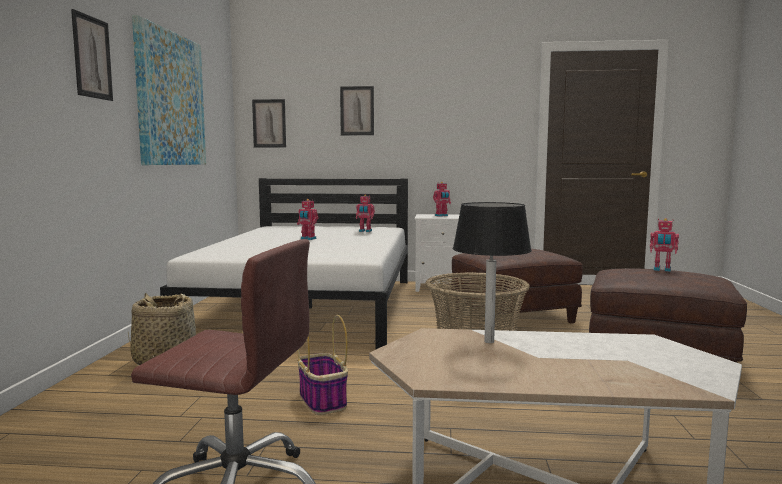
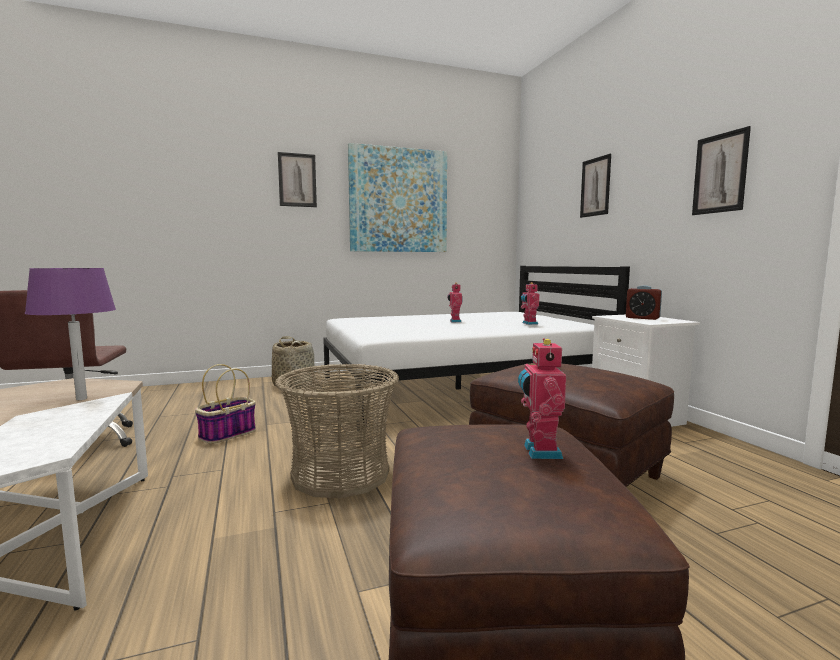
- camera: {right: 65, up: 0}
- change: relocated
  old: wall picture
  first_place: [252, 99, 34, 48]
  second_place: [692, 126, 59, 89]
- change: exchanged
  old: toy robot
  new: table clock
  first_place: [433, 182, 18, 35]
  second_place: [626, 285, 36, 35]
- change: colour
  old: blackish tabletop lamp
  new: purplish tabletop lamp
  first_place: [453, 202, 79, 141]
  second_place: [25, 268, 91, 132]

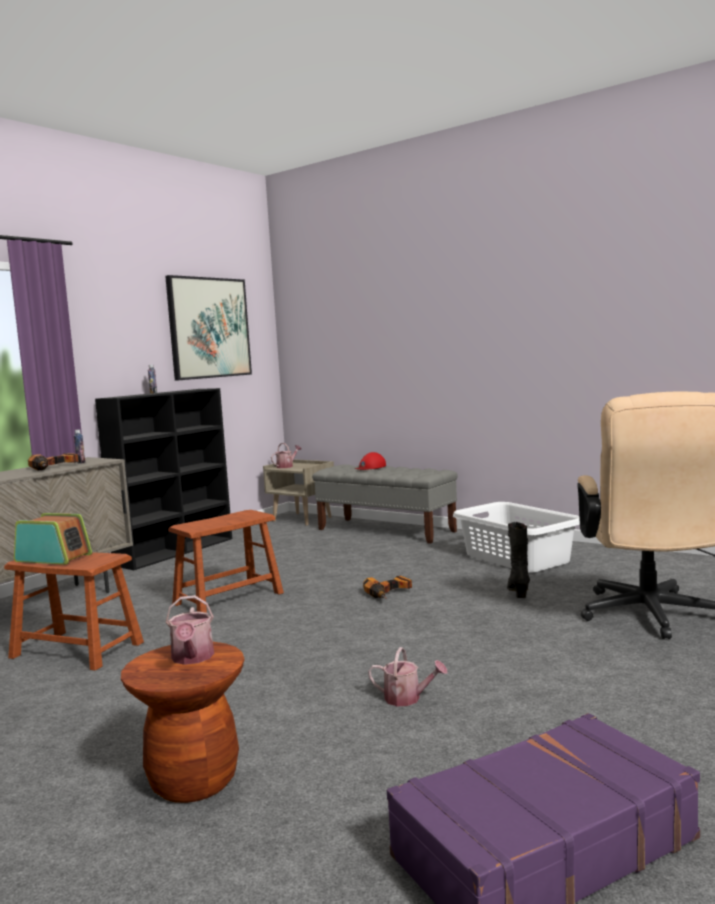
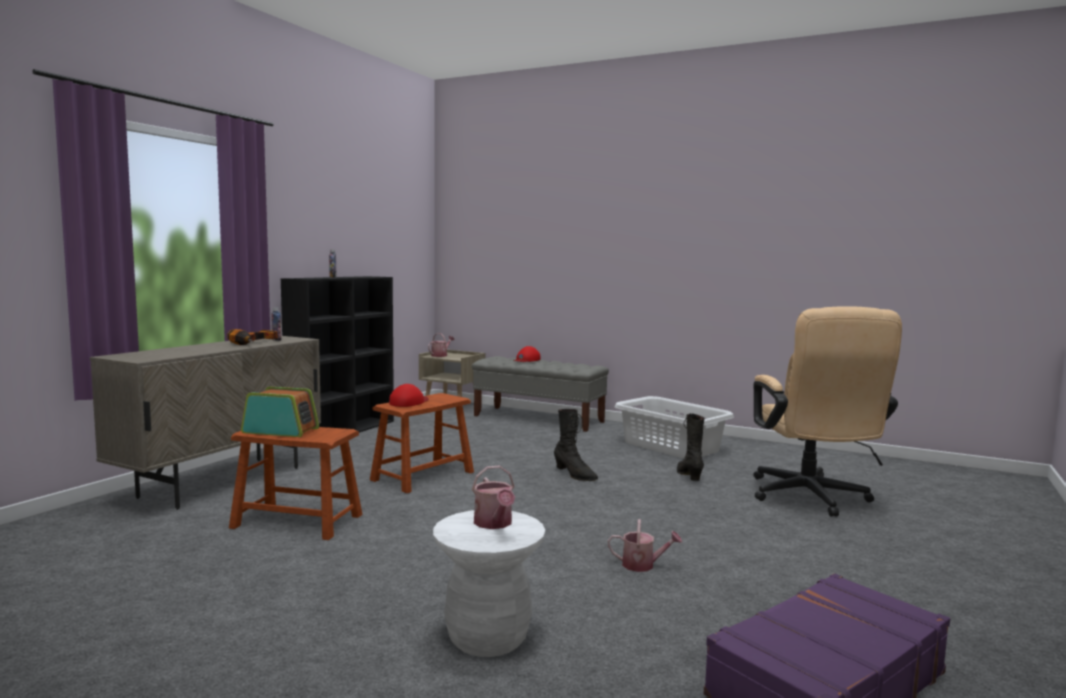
- camera: {right: -10, up: 0}
- change: missing
  old: wall picture
  first_place: [165, 275, 87, 106]
- change: appeared
  new: reddish cap
  second_place: [389, 384, 40, 23]
- change: exchanged
  old: drill
  new: blackish boot
  first_place: [363, 576, 49, 23]
  second_place: [554, 409, 44, 72]
- change: colour
  old: brown sitting stool
  new: white-coloured sitting stool
  first_place: [121, 642, 123, 161]
  second_place: [433, 510, 112, 147]

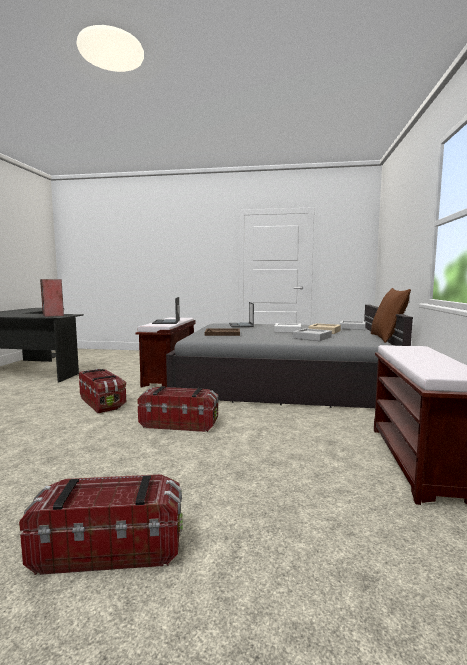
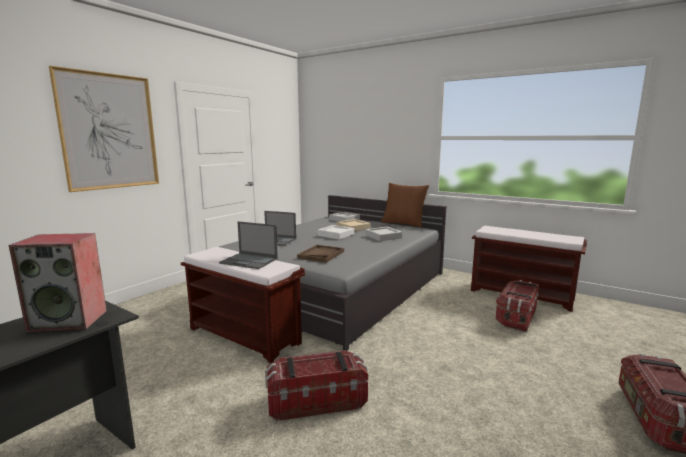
- camera: {right: -65, up: 5}
- change: appeared
  new: wall picture
  second_place: [49, 66, 110, 126]
- change: relocated
  old: storage bin
  first_place: [137, 386, 81, 46]
  second_place: [496, 280, 43, 52]

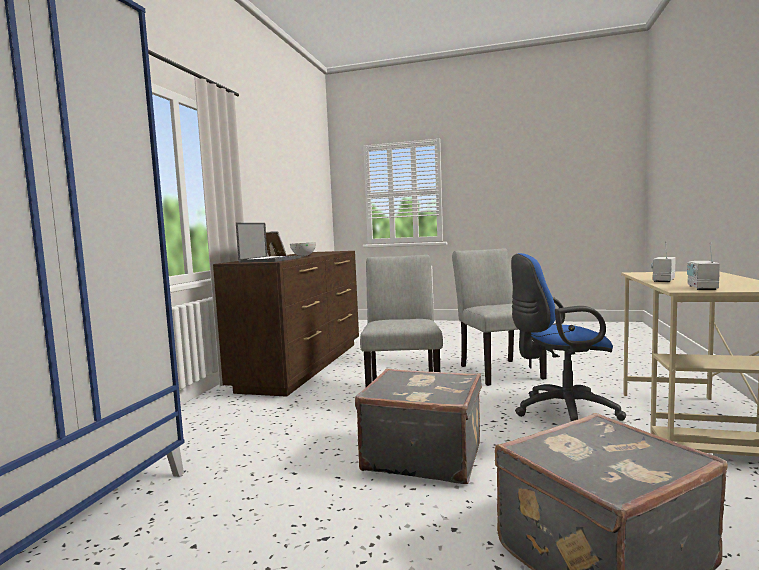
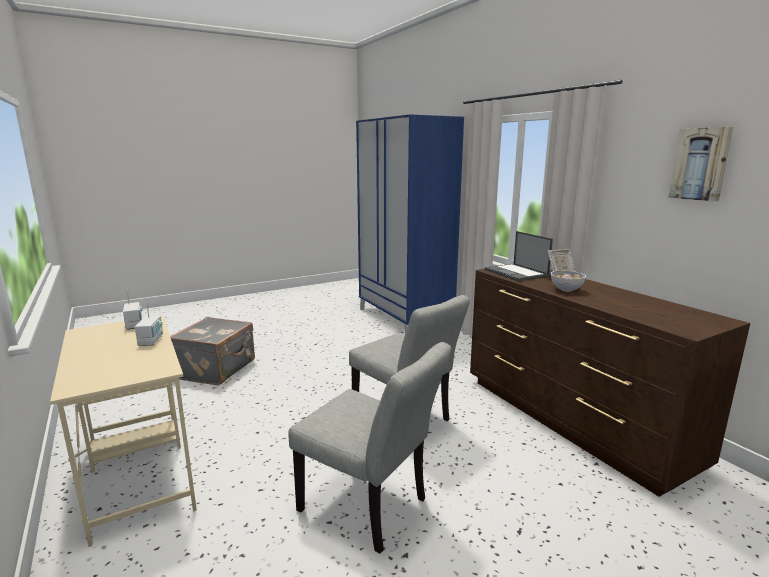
- camera: {right: 135, up: 10}
- change: missing
  old: greyish travel case
  first_place: [355, 368, 127, 116]
- change: missing
  old: blue computer chair
  first_place: [511, 253, 115, 168]
- change: appeared
  new: wall picture
  second_place: [668, 127, 65, 75]

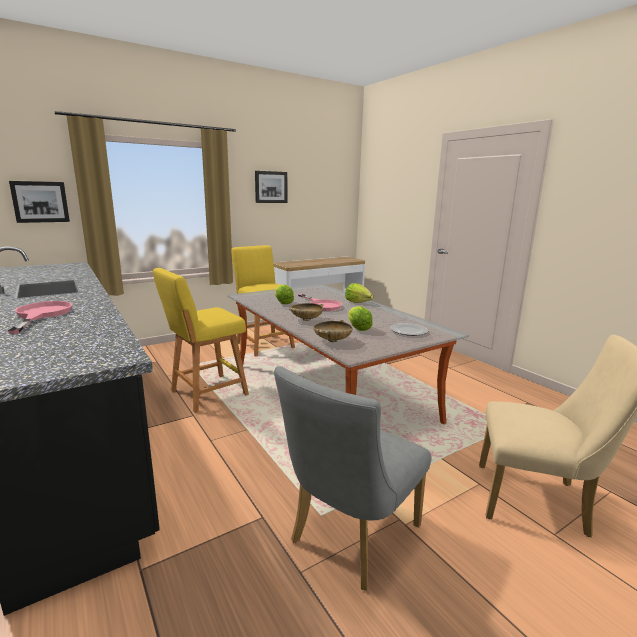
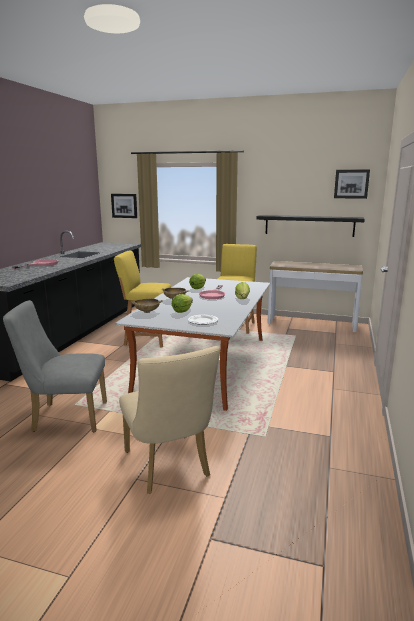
- camera: {right: 50, up: 0}
- change: appeared
  new: blackish wall shelf
  second_place: [256, 215, 109, 22]
- change: relocated
  old: wall picture
  first_place: [255, 171, 32, 32]
  second_place: [334, 170, 36, 29]

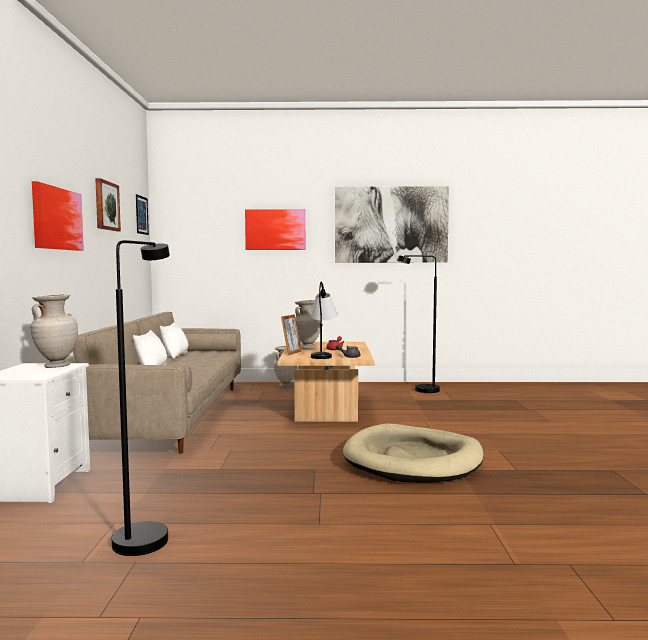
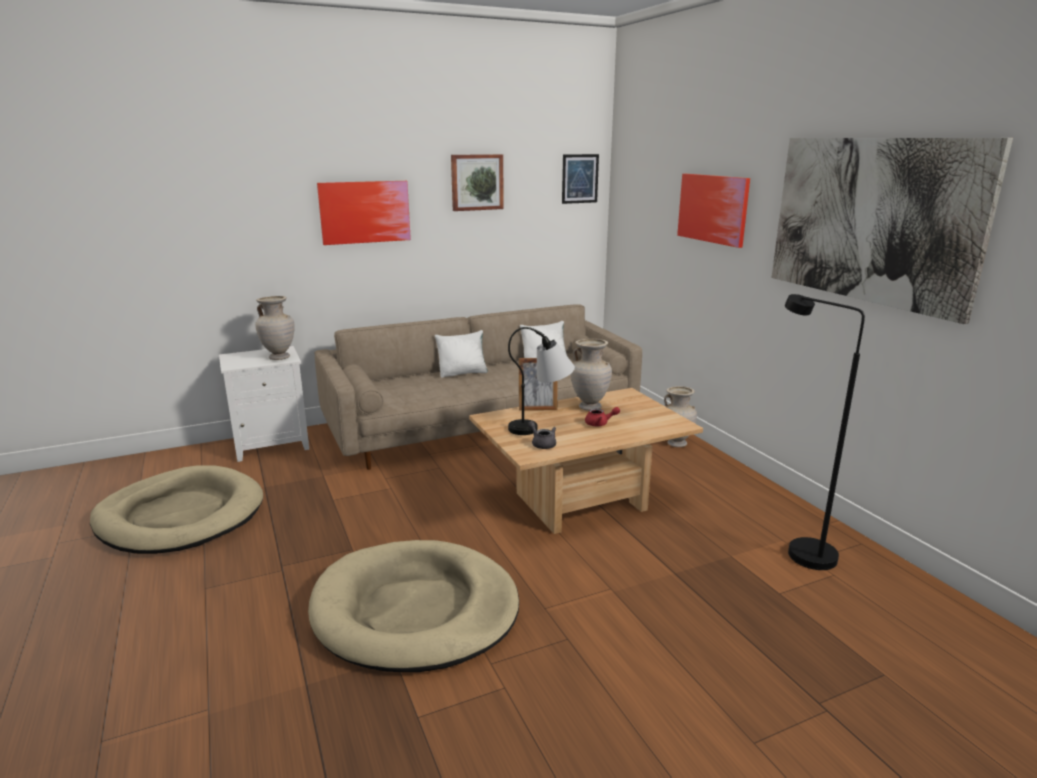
- camera: {right: 65, up: 15}
- change: exchanged
  old: blackish floor lamp
  new: sand-coloured pet bed
  first_place: [111, 240, 59, 316]
  second_place: [90, 465, 173, 89]

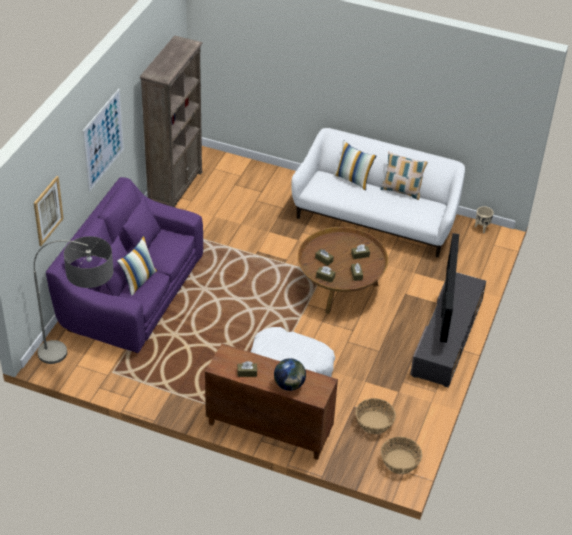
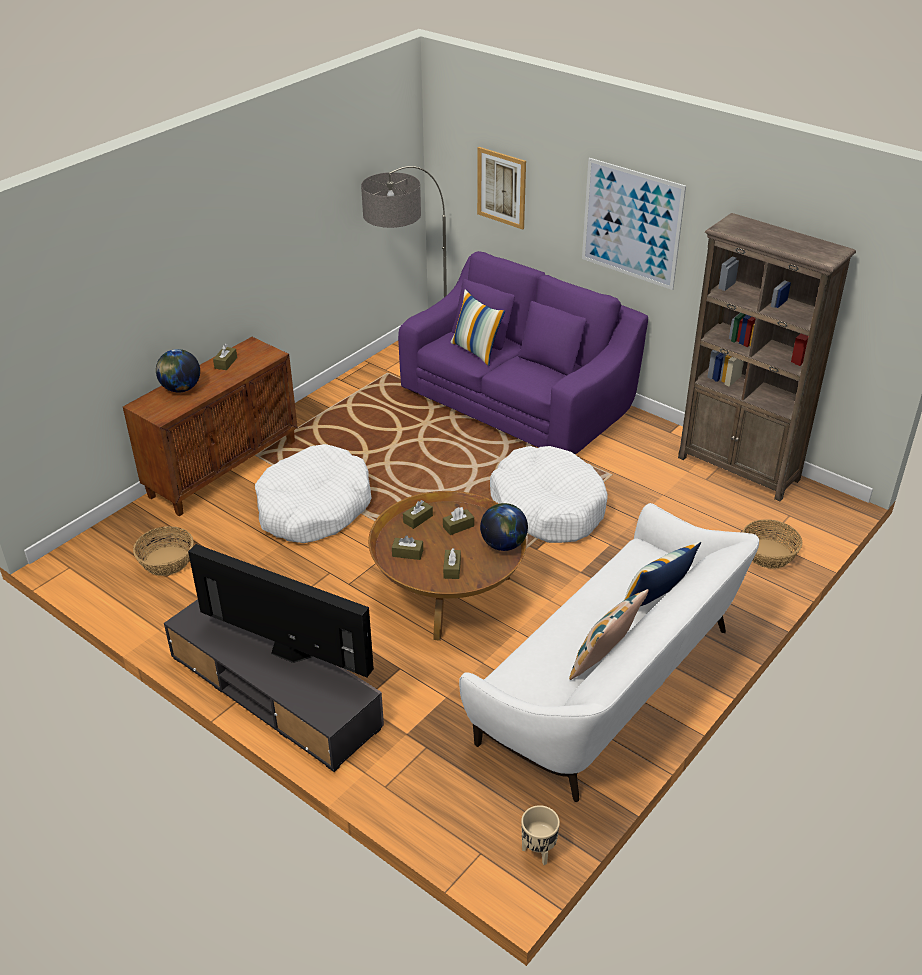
- camera: {right: 110, up: -5}
- change: appeared
  new: globe
  second_place: [480, 503, 48, 48]
- change: appeared
  new: white-coloured pet bed
  second_place: [490, 446, 118, 97]
- change: relocated
  old: storage basket
  first_place: [381, 437, 41, 37]
  second_place: [742, 519, 60, 50]

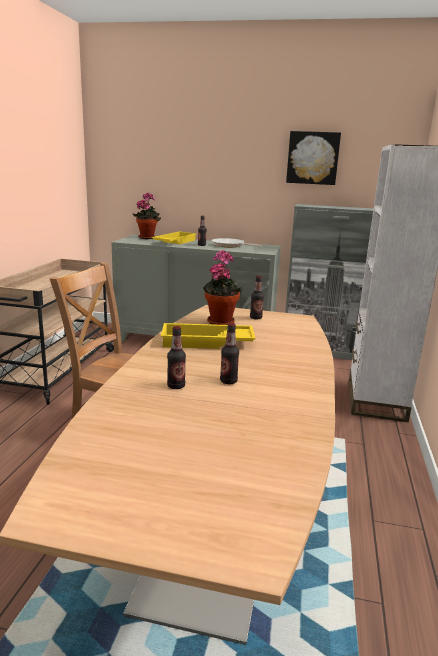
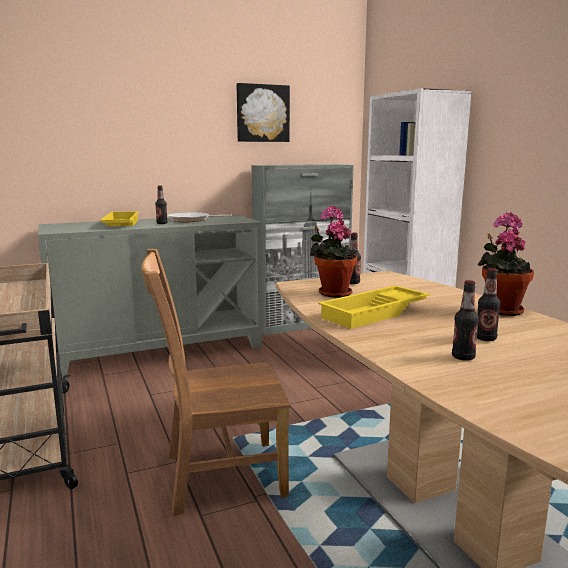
- camera: {right: -35, up: -5}
- change: relocated
  old: houseplant
  first_place: [133, 192, 28, 47]
  second_place: [478, 212, 56, 104]

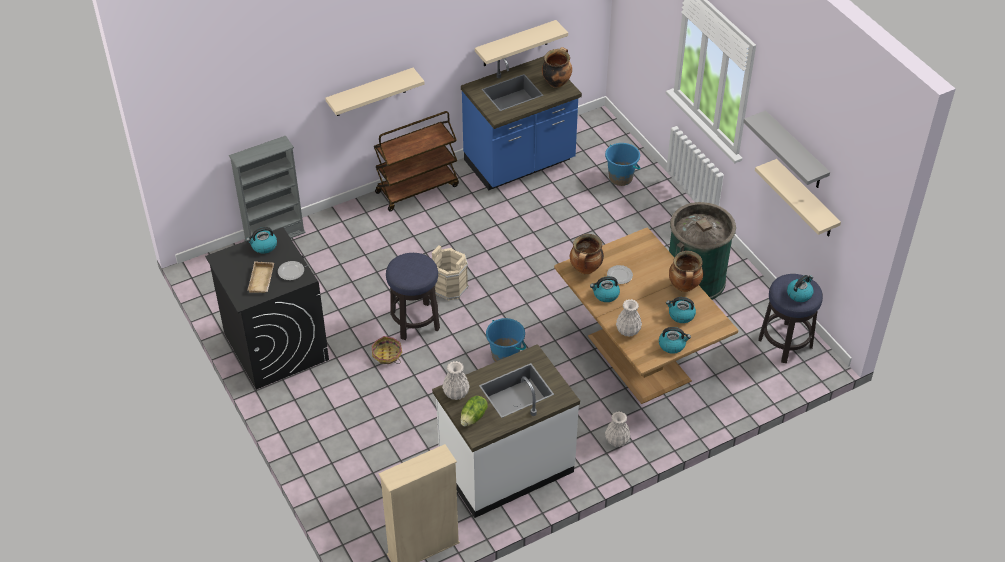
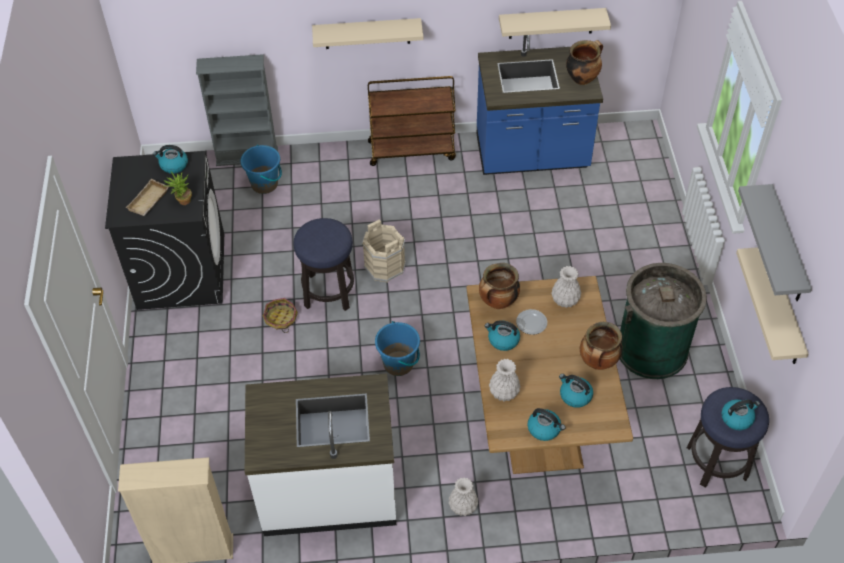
- camera: {right: 25, up: 5}
- change: missing
  old: lettuce head
  first_place: [461, 396, 27, 30]
- change: relocated
  old: white-coloured vase
  first_place: [442, 361, 28, 39]
  second_place: [552, 266, 29, 42]
- change: relocated
  old: blue bucket
  first_place: [605, 143, 35, 43]
  second_place: [240, 144, 42, 50]
- change: exchanged
  old: dinner plate
  new: houseplant
  first_place: [278, 261, 26, 19]
  second_place: [164, 171, 28, 34]

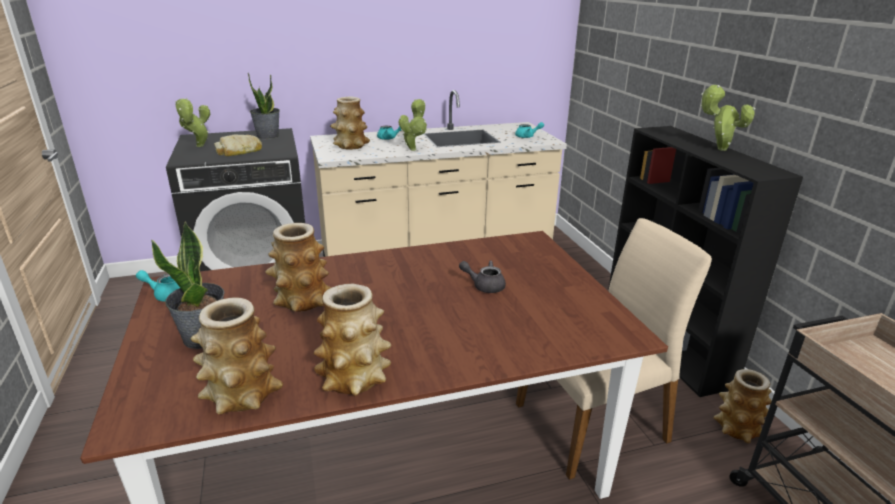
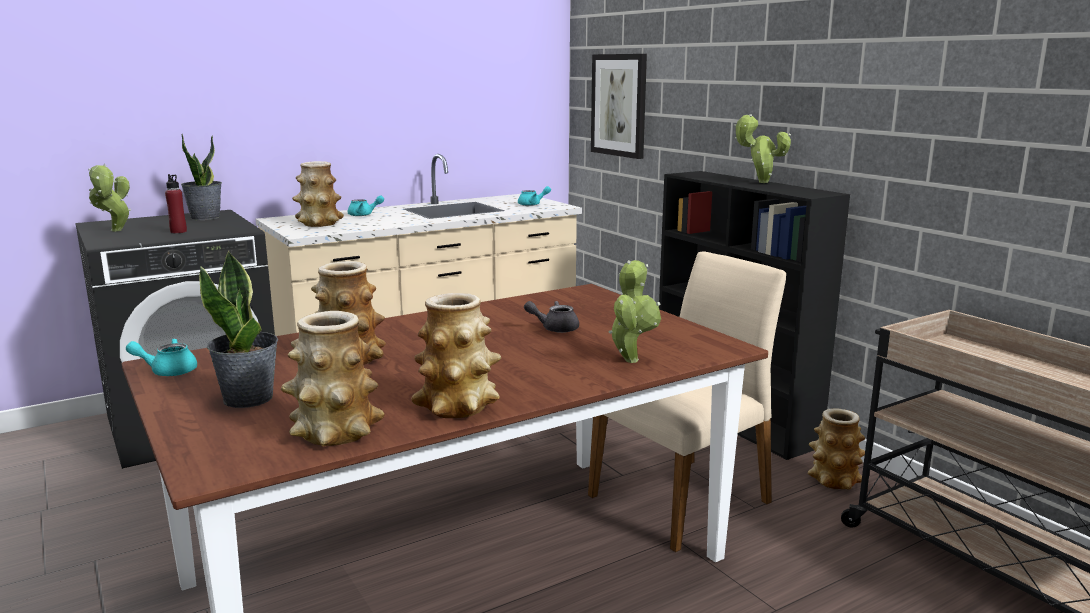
- camera: {right: -15, up: -10}
- change: appeared
  new: wall picture
  second_place: [591, 54, 56, 105]
- change: relocated
  old: houseplant
  first_place: [399, 99, 28, 52]
  second_place: [609, 260, 52, 103]
- change: exchanged
  old: bakery bread
  new: reddish bottle
  first_place: [214, 135, 48, 21]
  second_place: [165, 174, 22, 59]

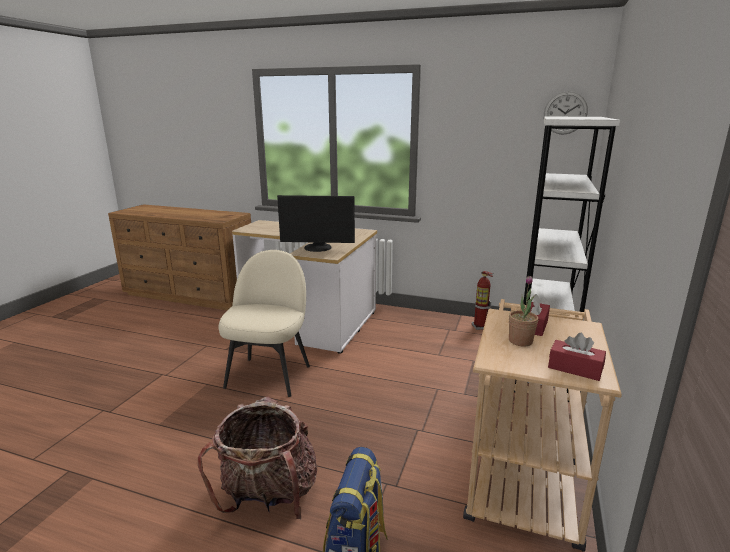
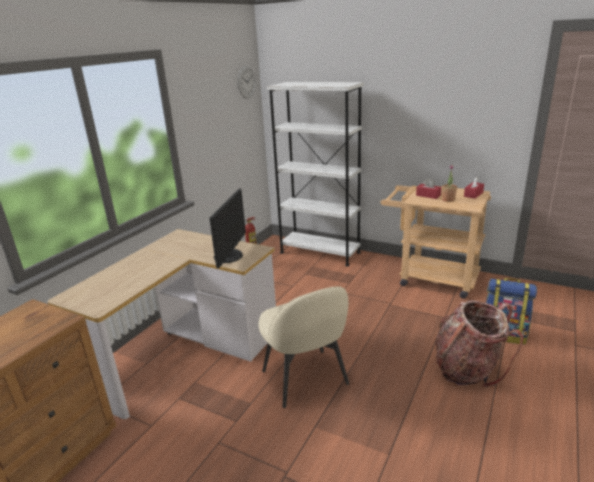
- camera: {right: -80, up: 5}
- change: spun
  old: sand-coloured plain chair
  first_place: [219, 250, 91, 147]
  second_place: [258, 286, 91, 122]
  degrees: -135

